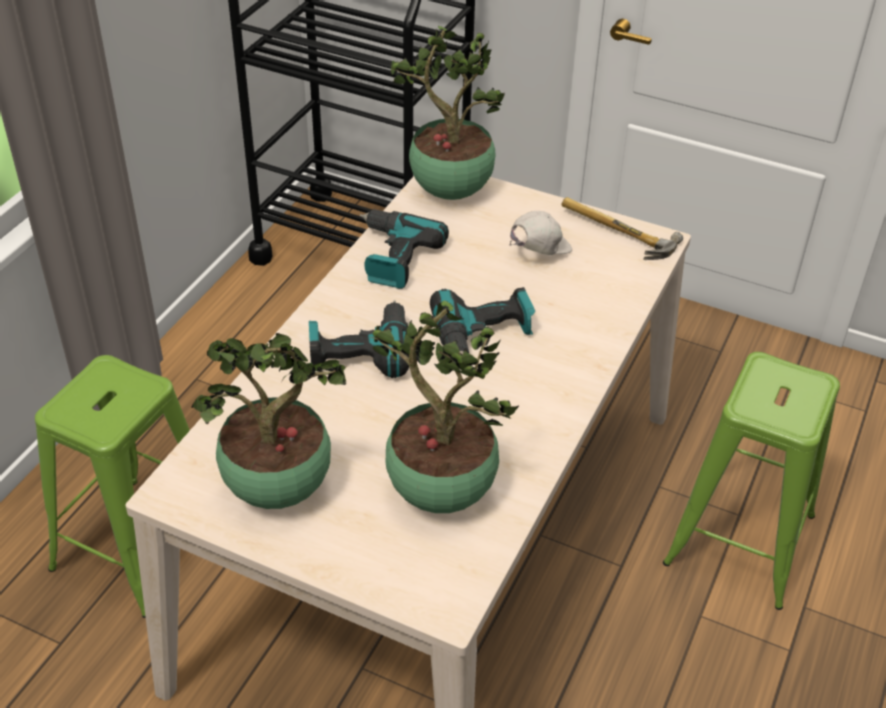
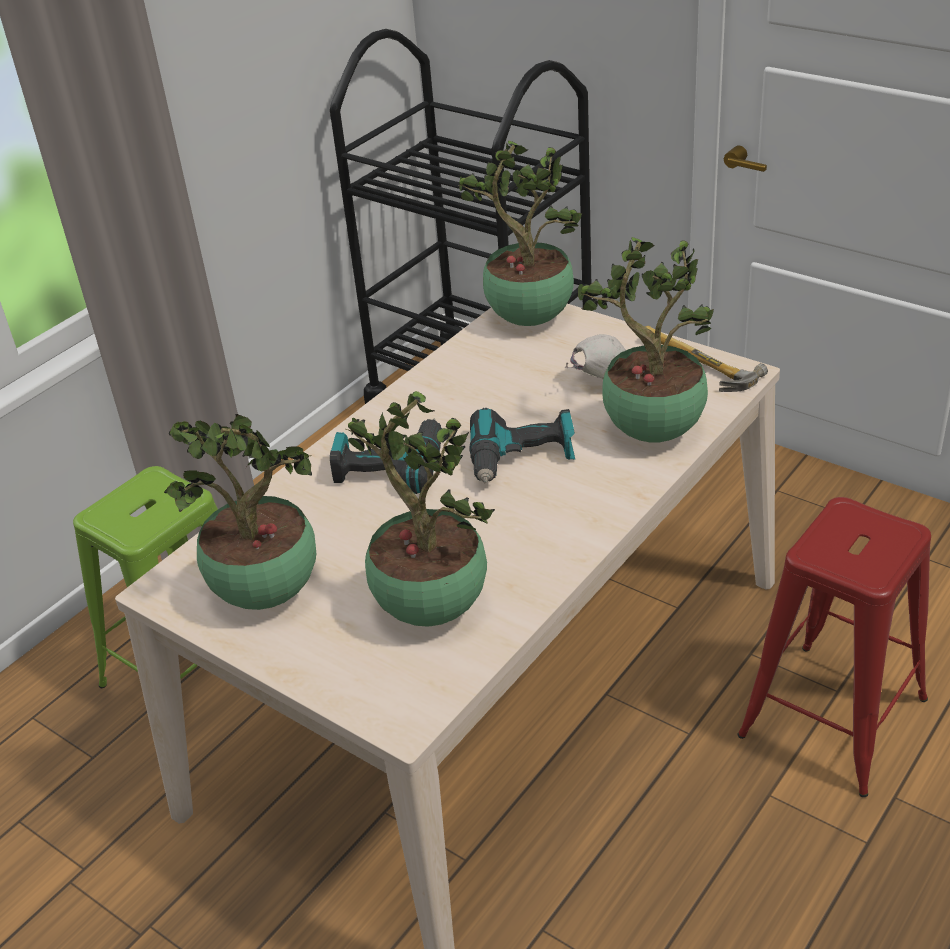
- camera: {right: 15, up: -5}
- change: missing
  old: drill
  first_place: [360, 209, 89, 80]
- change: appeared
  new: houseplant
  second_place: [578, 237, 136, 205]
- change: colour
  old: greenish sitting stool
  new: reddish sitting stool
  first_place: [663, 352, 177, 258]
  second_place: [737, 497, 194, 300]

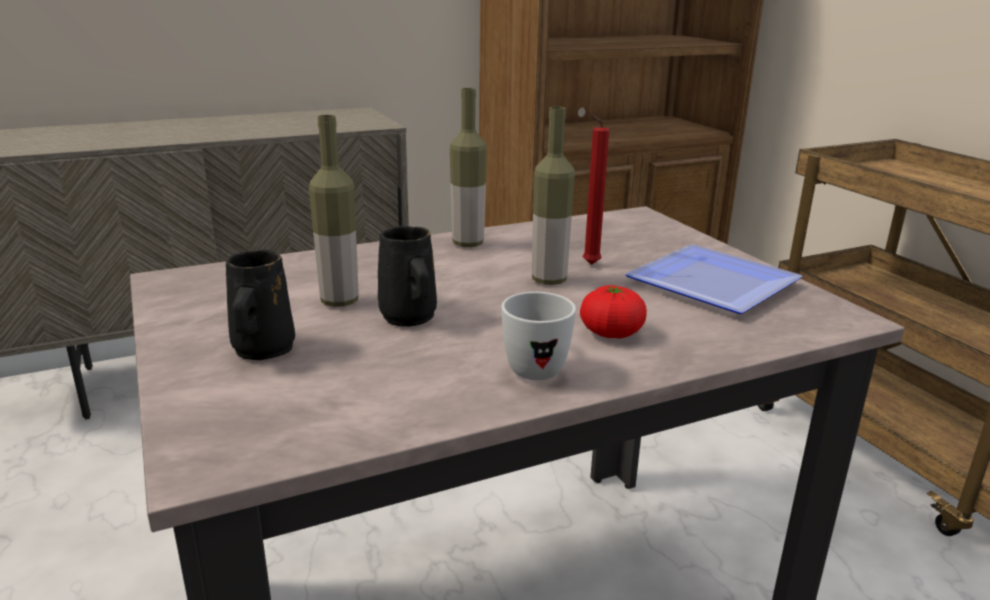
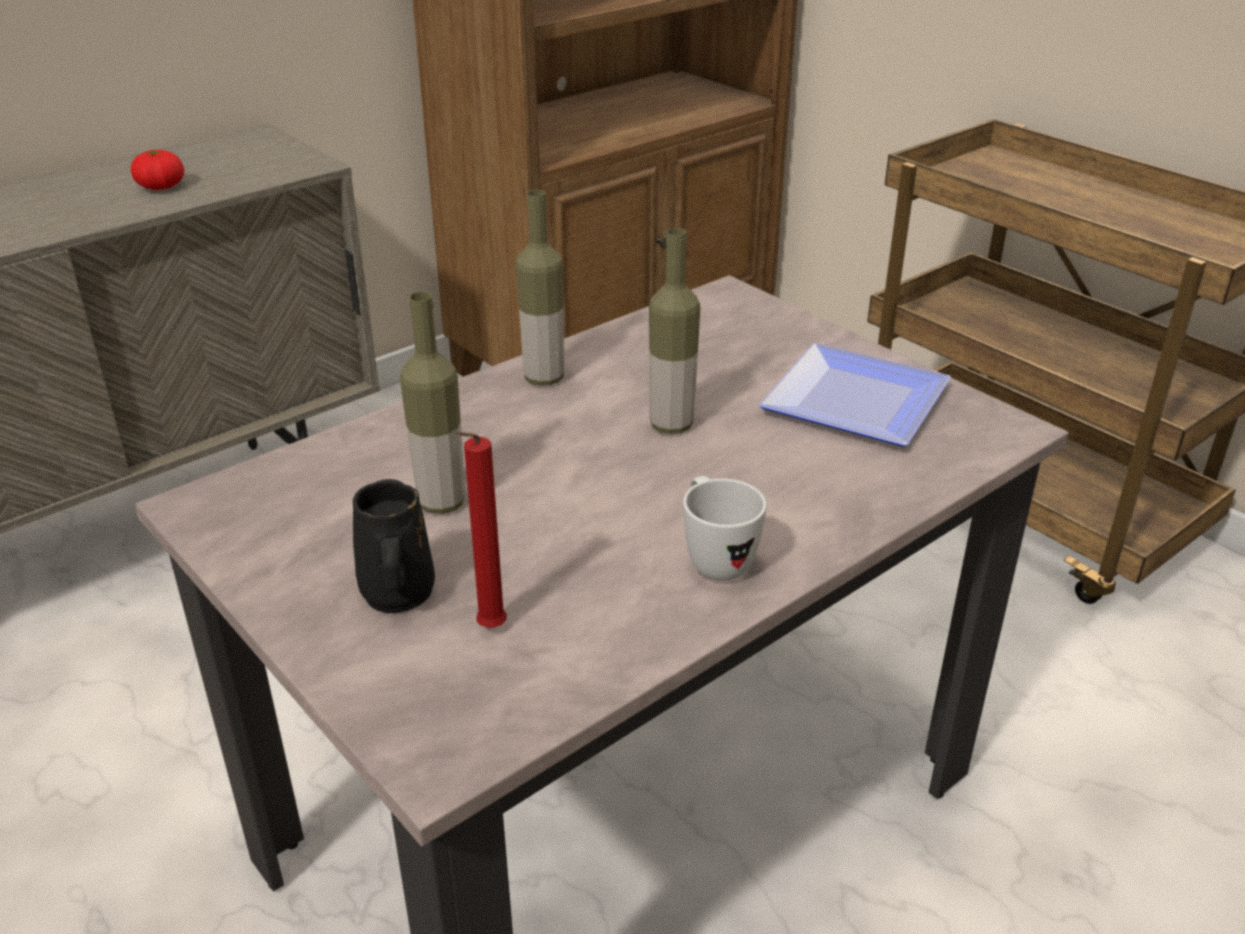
- camera: {right: -15, up: 10}
- change: missing
  old: blackish tea mug
  first_place: [378, 226, 59, 101]
- change: relocated
  old: tomato
  first_place: [580, 285, 67, 54]
  second_place: [131, 150, 53, 40]
- change: relocated
  old: reddish wax candle
  first_place: [583, 114, 26, 151]
  second_place: [456, 431, 51, 197]

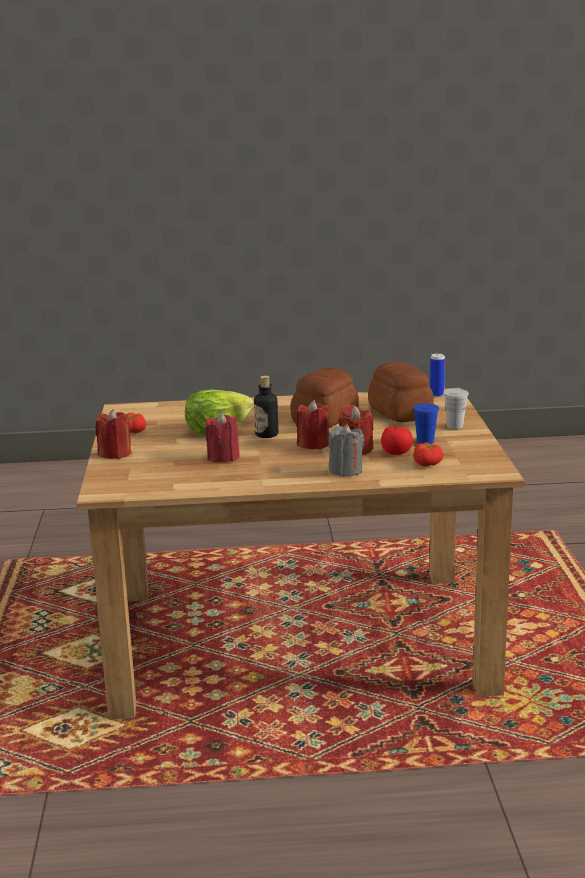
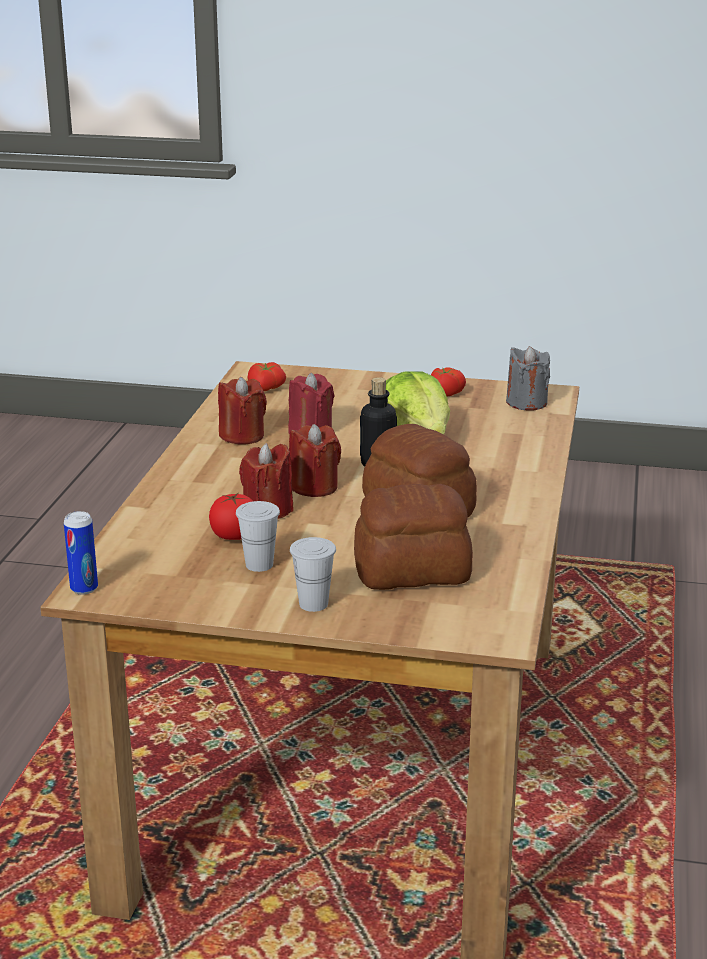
- camera: {right: 105, up: 5}
- change: relocated
  old: reddish wax candle
  first_place: [95, 409, 36, 50]
  second_place: [218, 377, 49, 67]
- change: relocated
  old: greyish wax candle
  first_place: [329, 424, 35, 53]
  second_place: [506, 346, 44, 65]
- change: relocated
  old: tomato
  first_place: [413, 443, 30, 24]
  second_place: [247, 362, 39, 29]
- change: relocated
  old: can
  first_place: [430, 353, 15, 44]
  second_place: [64, 511, 34, 83]
- change: colour
  old: blue drinking cup
  new: white-coloured drinking cup
  first_place: [413, 403, 26, 41]
  second_place: [236, 501, 44, 71]

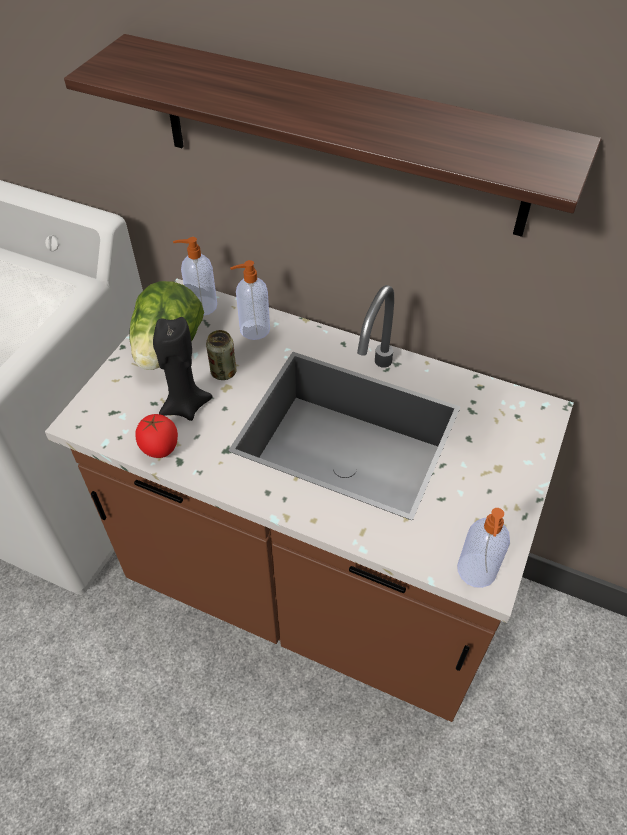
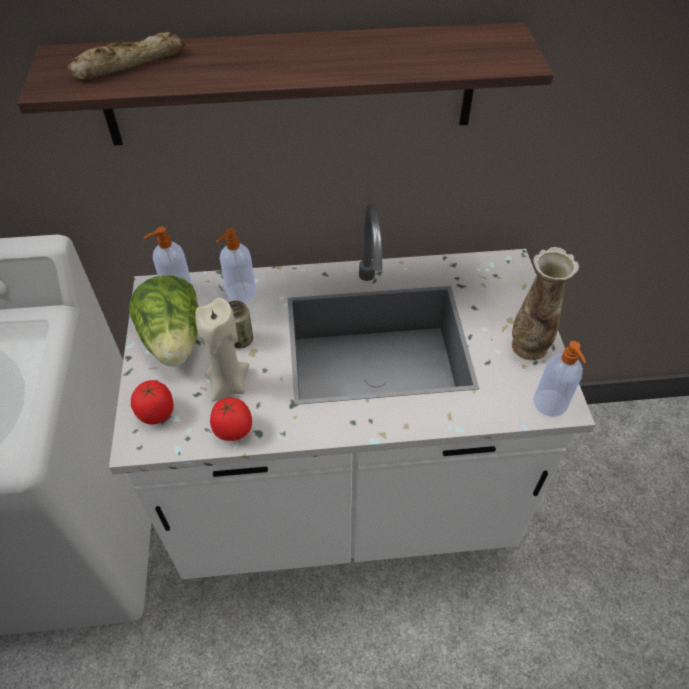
- camera: {right: -30, up: 0}
- change: appeared
  new: bakery bread
  second_place: [68, 32, 117, 47]
- change: appeared
  new: tomato
  second_place: [131, 380, 43, 45]
- change: appeared
  new: vase
  second_place: [512, 247, 67, 113]
- change: colour
  old: brown counter
  new: white-coloured counter
  first_place: [45, 279, 529, 443]
  second_place: [109, 204, 486, 375]
- change: colour
  old: blackish wax candle
  new: sand-coloured wax candle
  first_place: [153, 317, 60, 104]
  second_place: [195, 298, 54, 104]

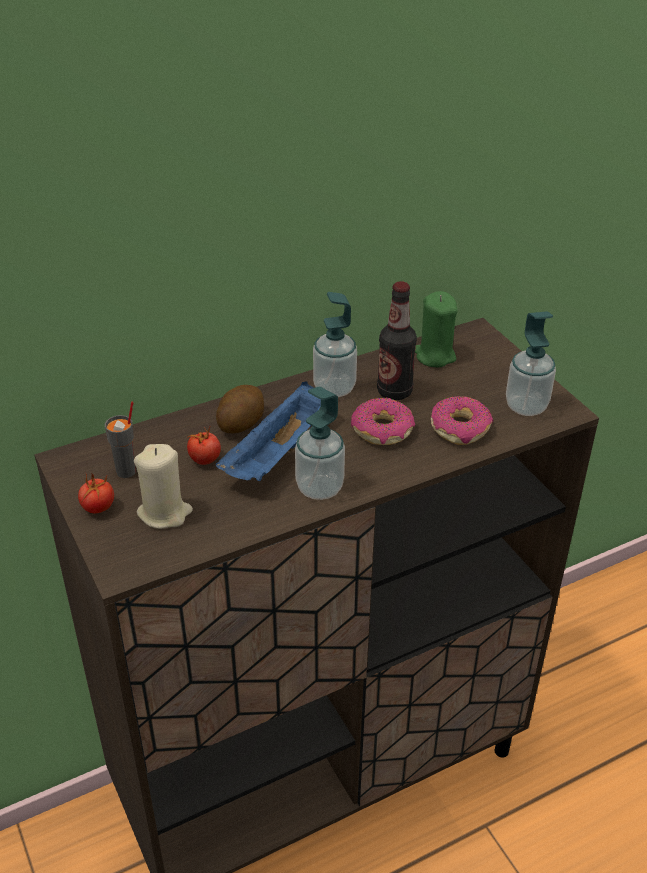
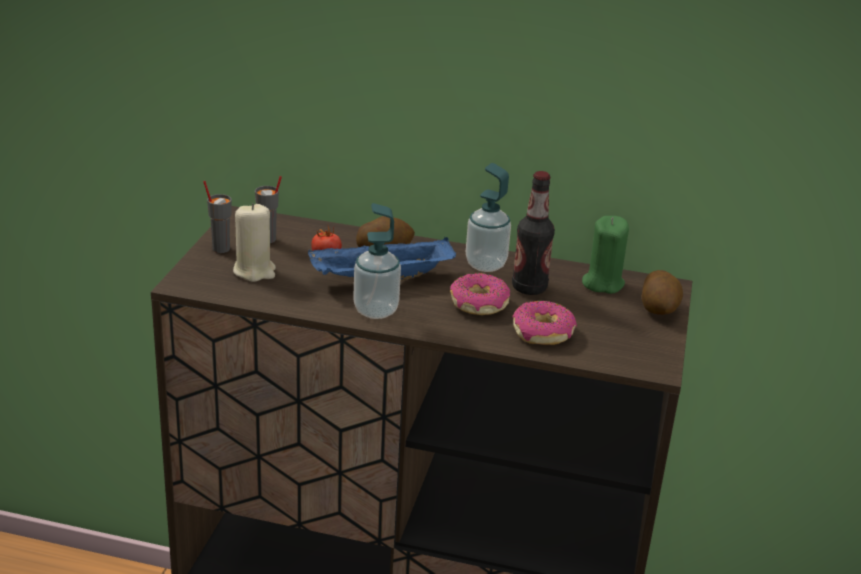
- camera: {right: 40, up: -10}
- change: missing
  old: soap dispenser
  first_place: [506, 311, 50, 105]
- change: appeared
  new: potato
  second_place: [642, 270, 41, 45]
- change: exchanged
  old: tomato
  new: greyish drinking cup
  first_place: [78, 474, 36, 39]
  second_place: [203, 181, 29, 72]

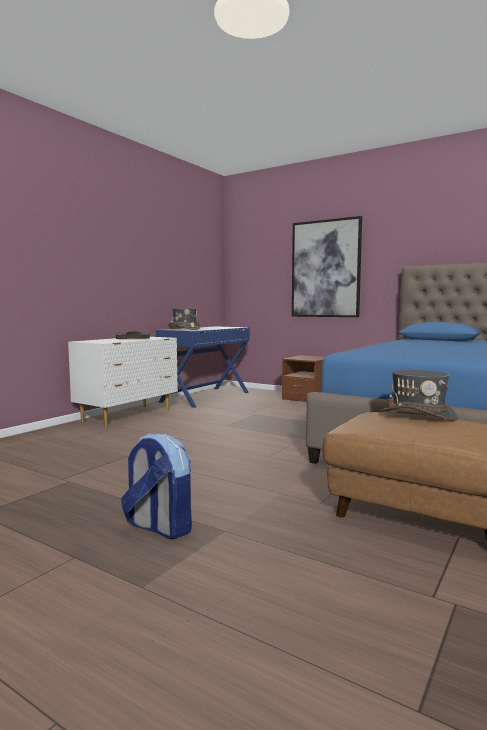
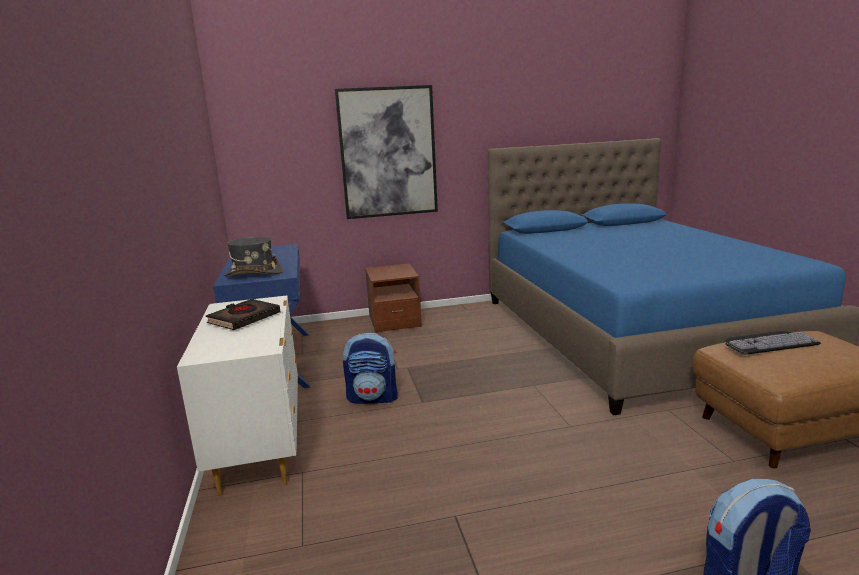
- camera: {right: -45, up: 10}
- change: appeared
  new: backpack
  second_place: [343, 332, 55, 72]
- change: exchanged
  old: greyish clothing hat
  new: computer keyboard
  first_place: [381, 370, 77, 51]
  second_place: [725, 331, 96, 24]

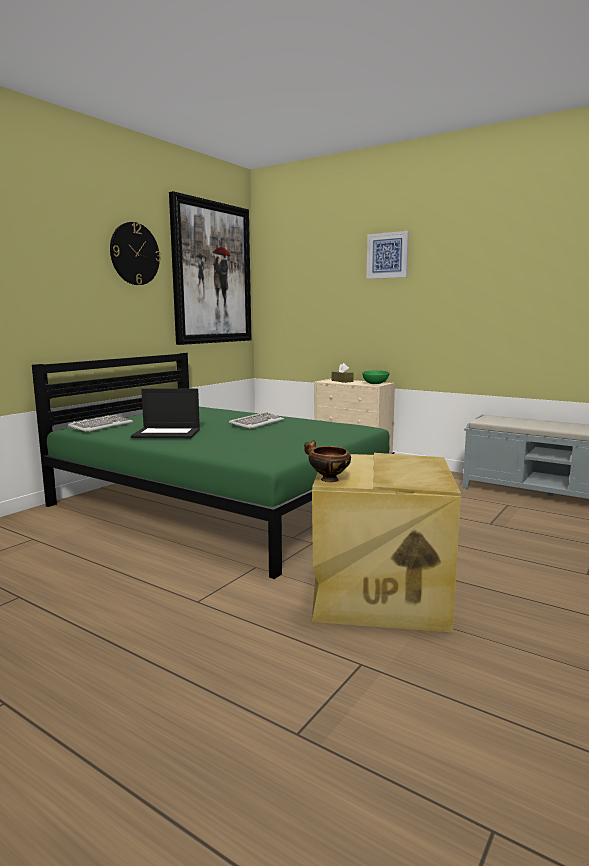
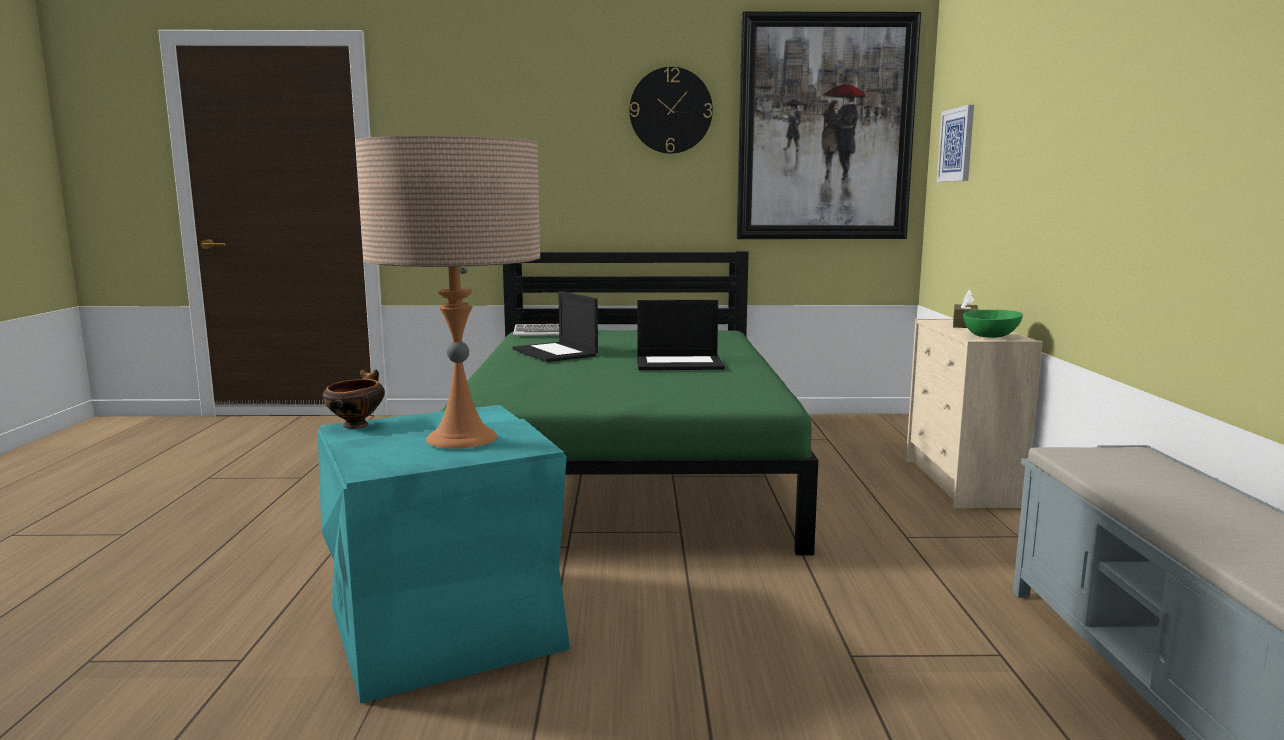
- camera: {right: 55, up: 0}
- change: appeared
  new: sand-coloured tabletop lamp
  second_place: [356, 136, 184, 312]
- change: relocated
  old: wall picture
  first_place: [367, 231, 42, 48]
  second_place: [937, 105, 37, 77]
- change: exchanged
  old: computer keyboard
  new: notebook computer
  first_place: [229, 412, 55, 17]
  second_place: [637, 300, 88, 70]
- change: colour
  old: sand-coloured storage bin
  new: turquoise storage bin
  first_place: [312, 453, 149, 179]
  second_place: [317, 405, 253, 298]

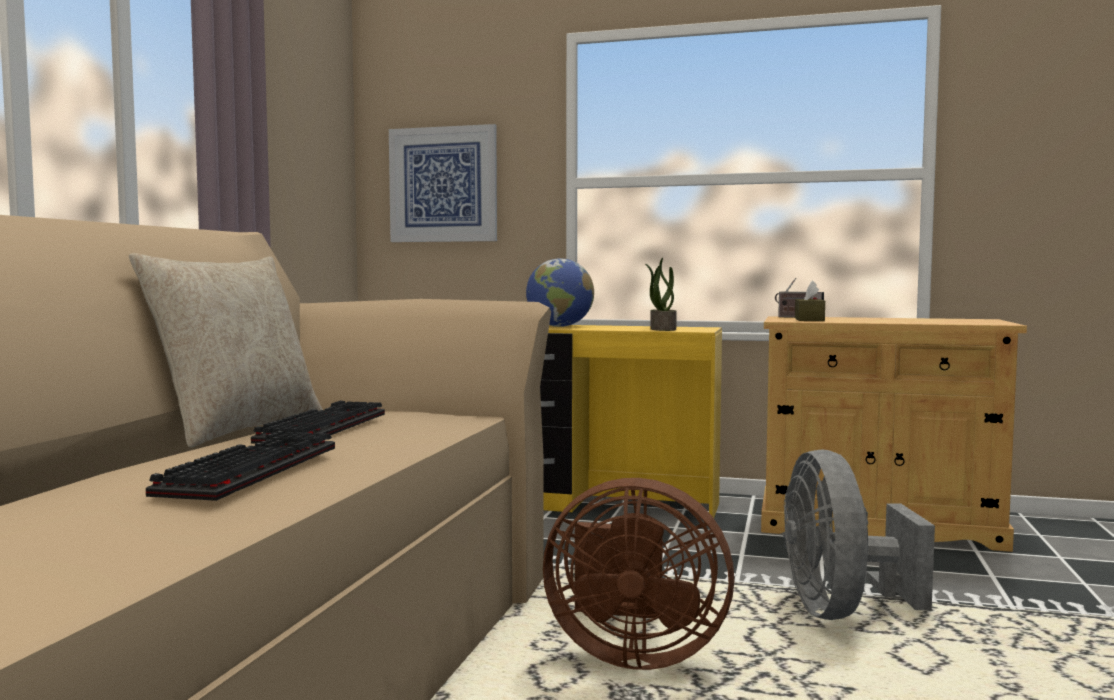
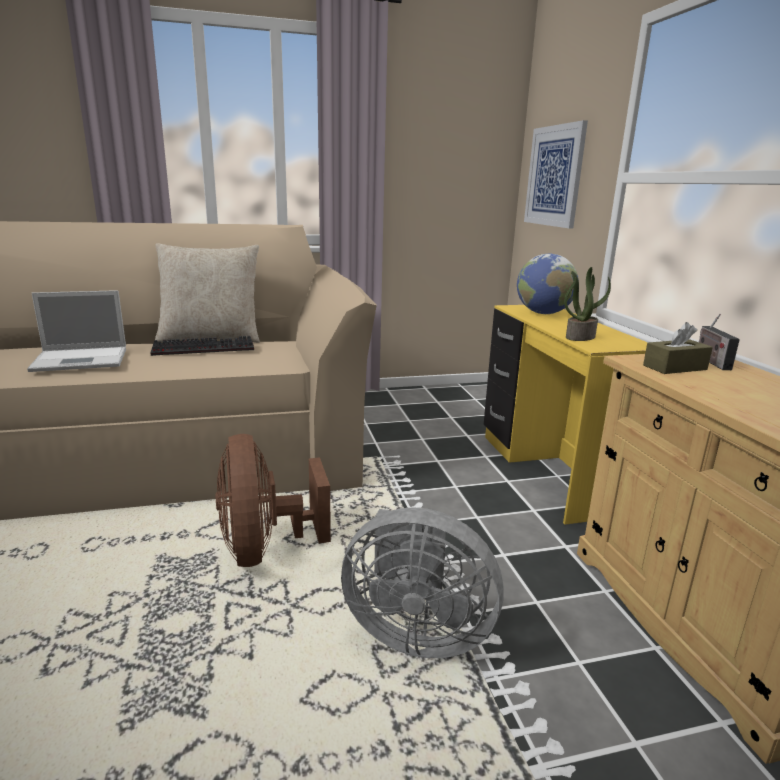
- camera: {right: 60, up: 15}
- change: exchanged
  old: computer keyboard
  new: notebook computer
  first_place: [146, 431, 189, 70]
  second_place: [27, 290, 99, 82]
- change: spun
  old: greyish fan
  first_place: [783, 449, 152, 171]
  second_place: [341, 507, 163, 151]
  degrees: -135

